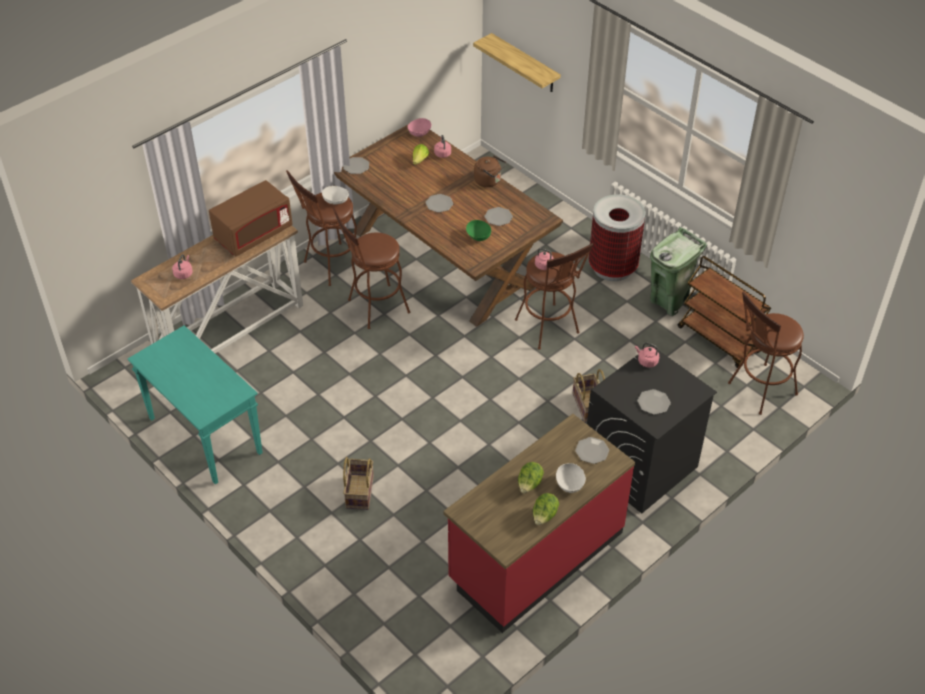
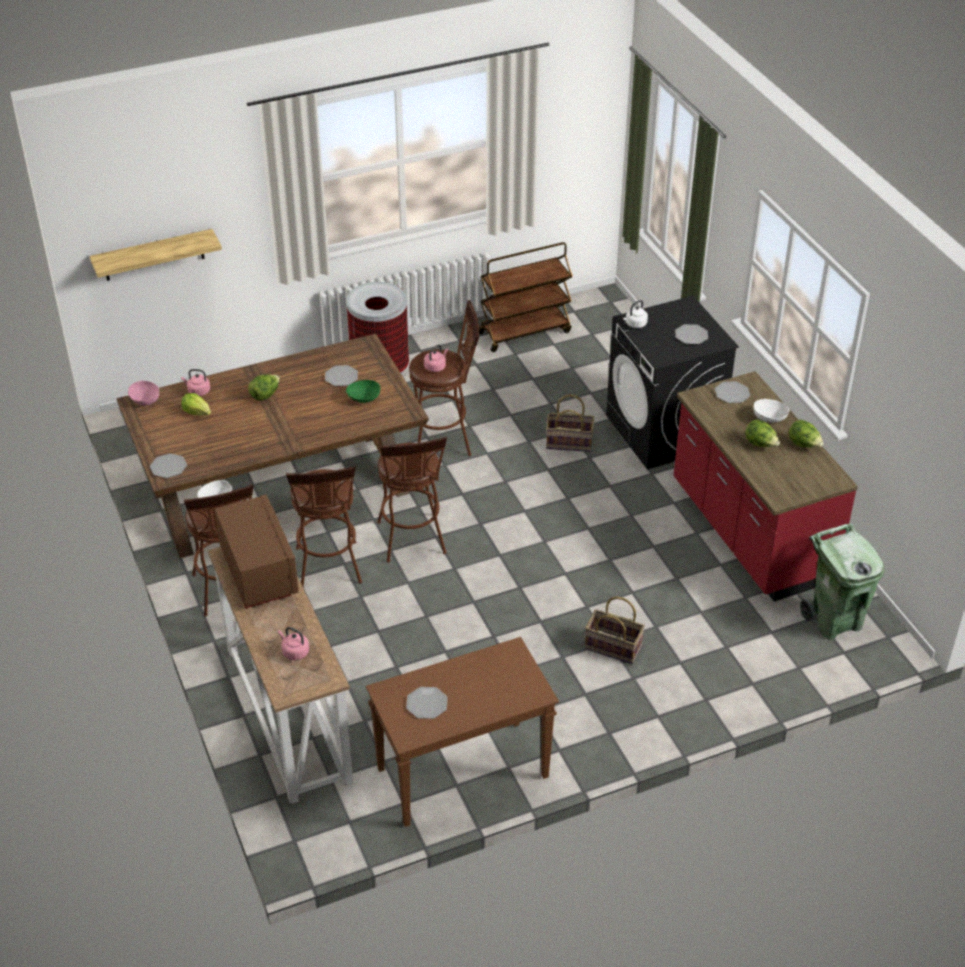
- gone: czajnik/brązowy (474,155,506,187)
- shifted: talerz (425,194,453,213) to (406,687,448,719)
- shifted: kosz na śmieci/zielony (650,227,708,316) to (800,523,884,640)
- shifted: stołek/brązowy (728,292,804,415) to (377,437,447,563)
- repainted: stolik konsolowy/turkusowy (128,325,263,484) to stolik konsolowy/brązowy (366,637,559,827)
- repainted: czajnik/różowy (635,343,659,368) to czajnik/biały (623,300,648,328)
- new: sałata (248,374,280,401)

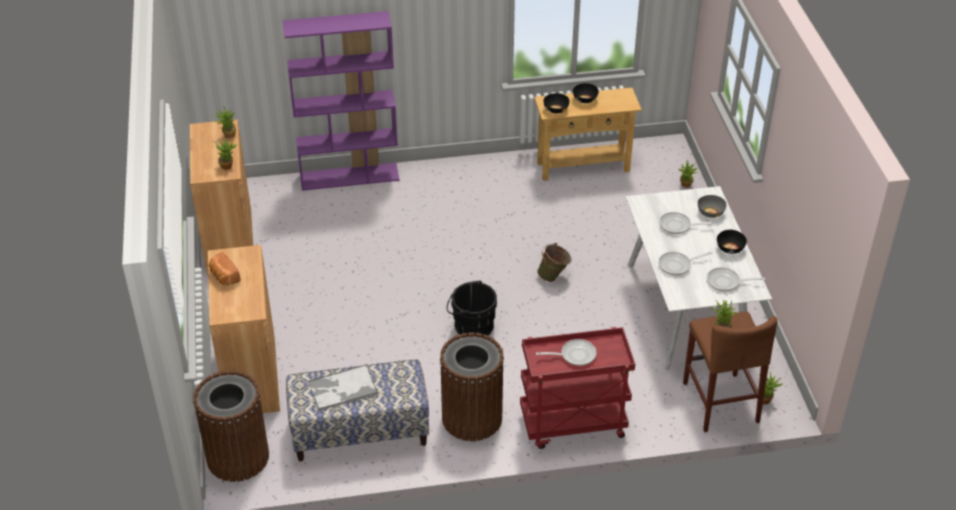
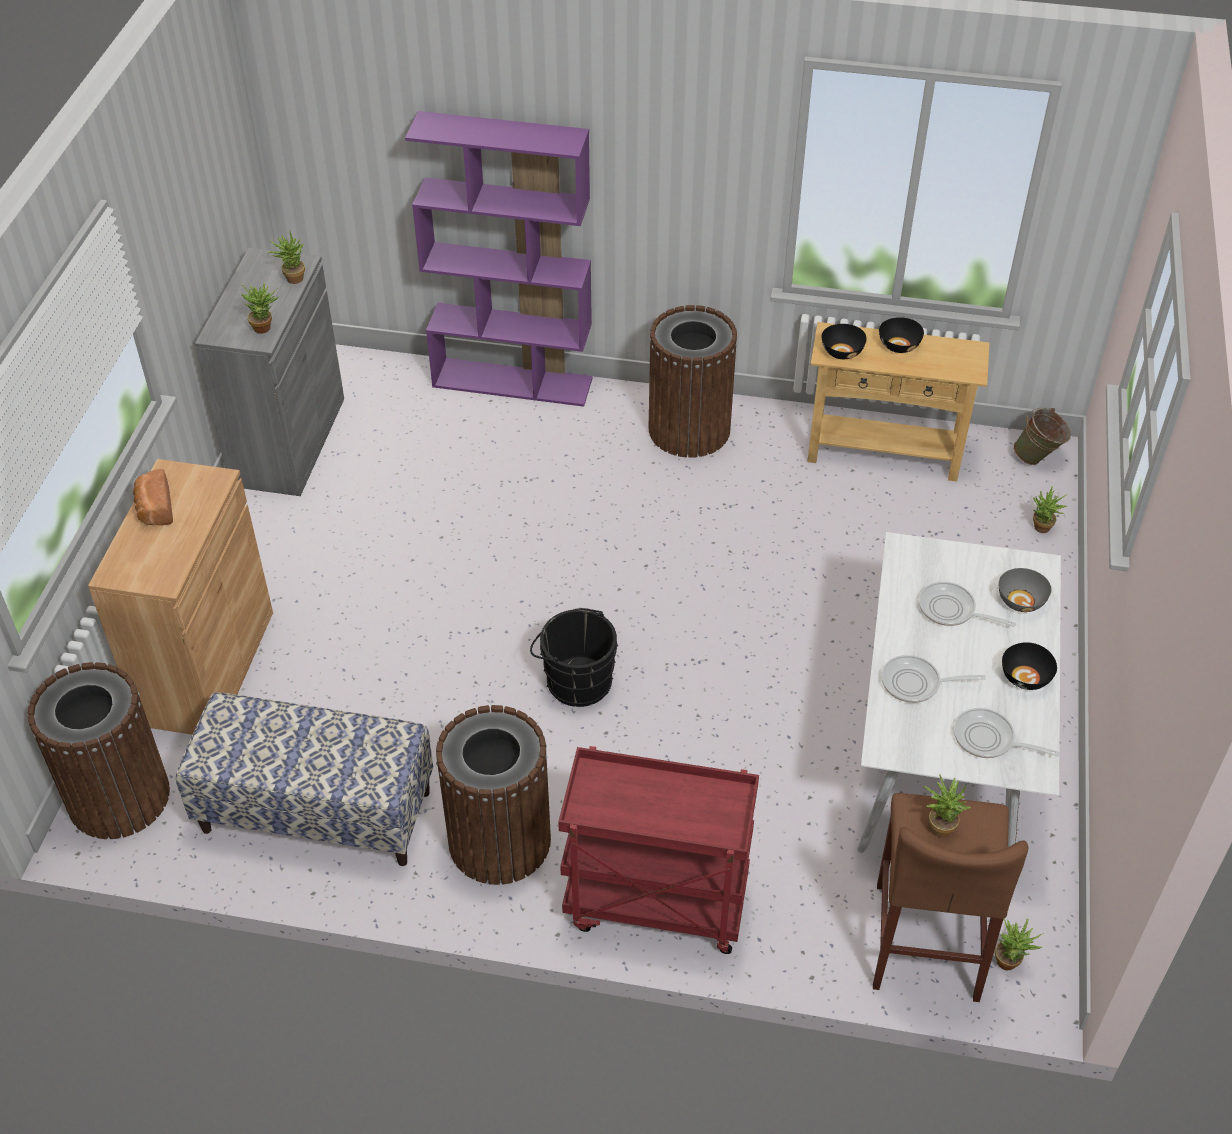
- repainted: szafka/brązowy (190,119,253,275) to szafka/szary (195,248,344,496)
- shifted: wiadro/zielony (537,243,571,282) to (1013,408,1071,465)
- gone: patelnia (536,339,596,366)
- gone: taca (308,365,378,411)
- new: kosz na śmieci/brązowy (648,305,737,458)

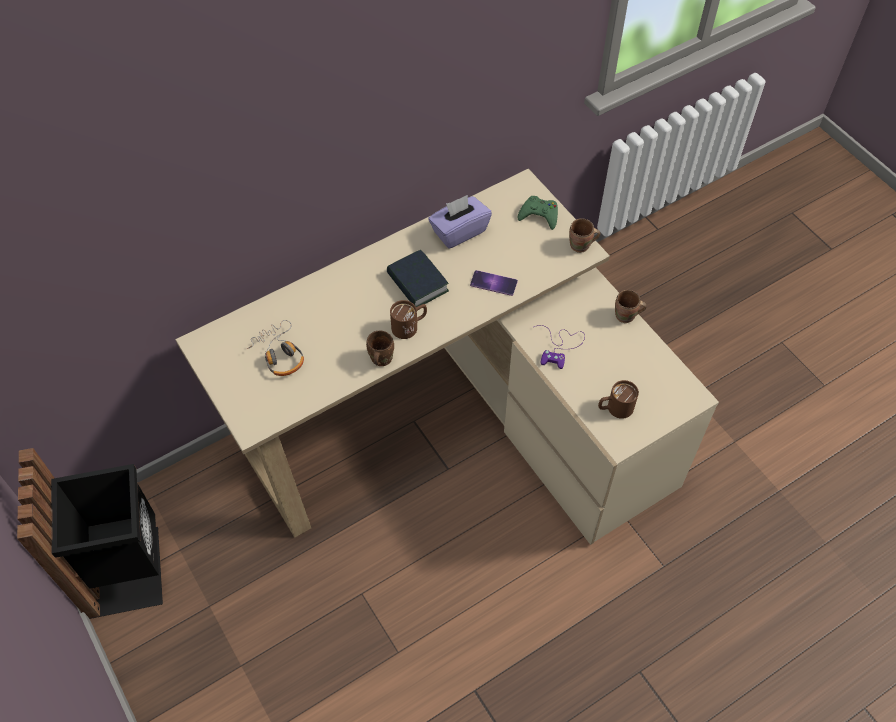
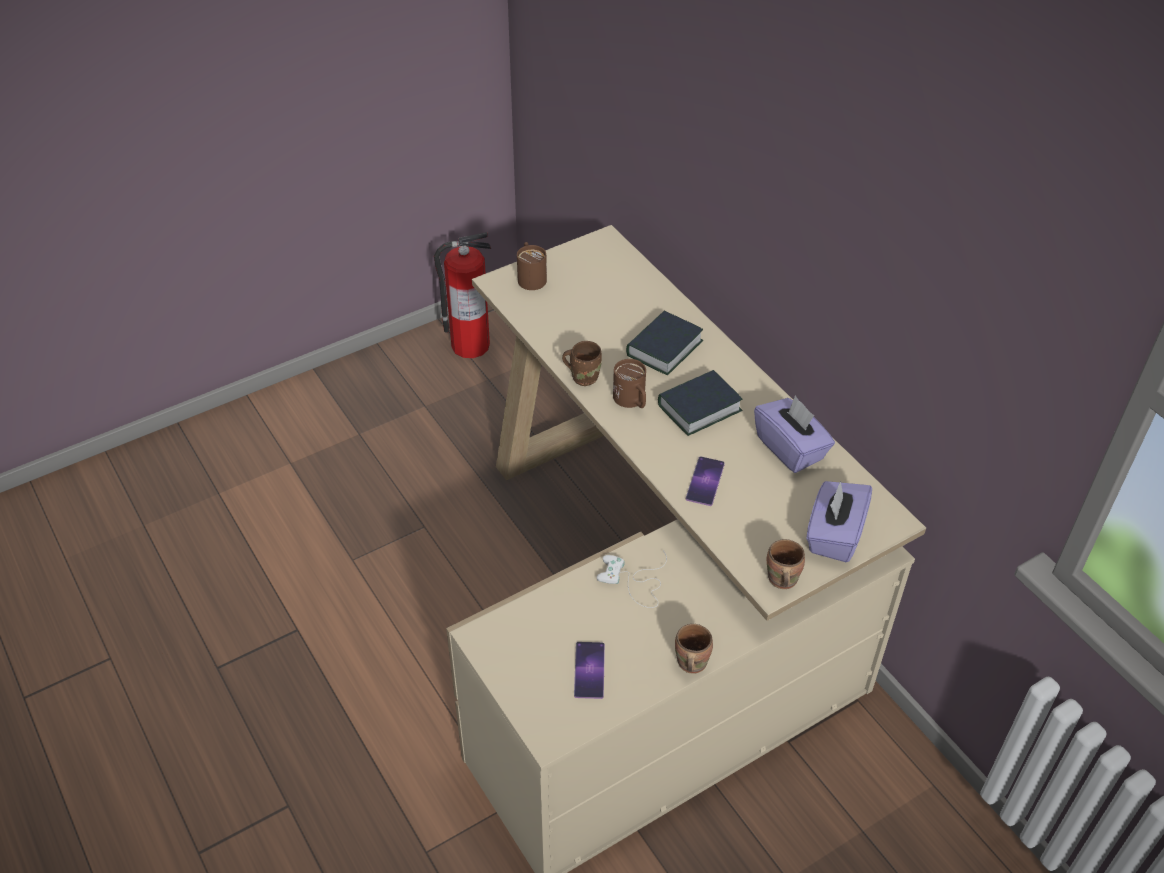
- swapped: pad do gier/zielony (517,196,558,230) to pudełko chusteczek/fioletowy (806,481,872,562)
- gone: słuchawki (247,320,304,376)
- repainted: pad do gier/fioletowy (534,325,585,369) to pad do gier/biały (597,550,667,608)
- shifted: kubek/brązowy (598,380,639,419) to (517,242,547,290)
- swapped: kosz na śmieci/czarny (17,448,163,619) to gaśnica (434,232,491,358)
- new: książka (626,311,703,375)
- new: telefon (574,642,605,699)

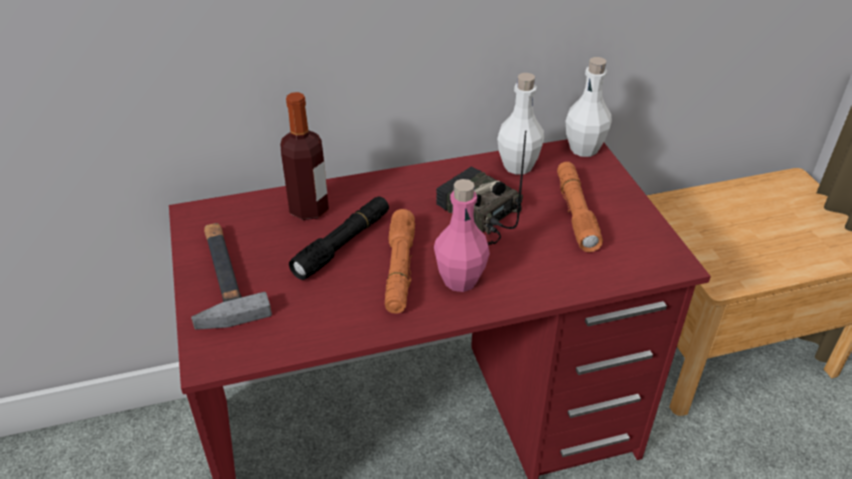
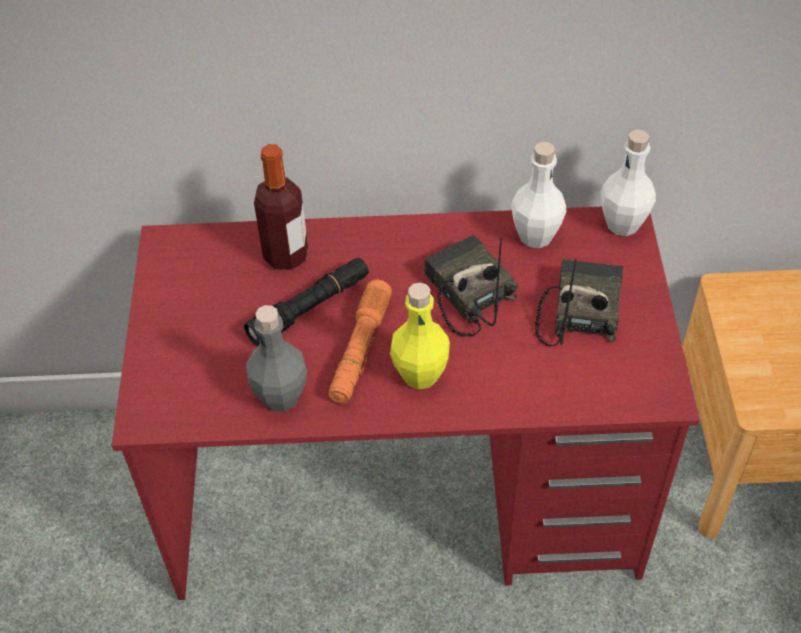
- swapped: latarka/pomarańczowy (557,162,603,252) to radio (535,259,623,346)
- repainted: butelka/różowy (434,179,490,292) to butelka/żółty (390,283,450,390)
- gone: młotek (191,223,272,330)
- new: butelka/szary (246,305,307,411)

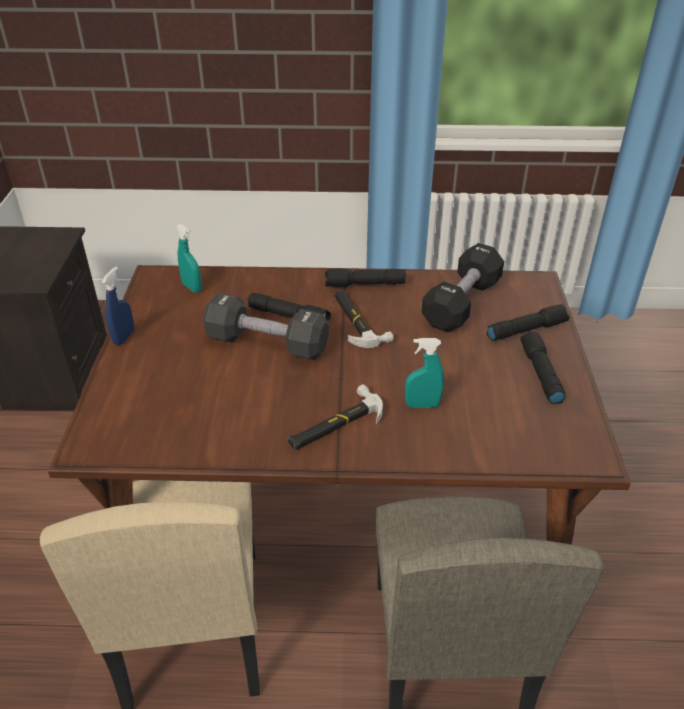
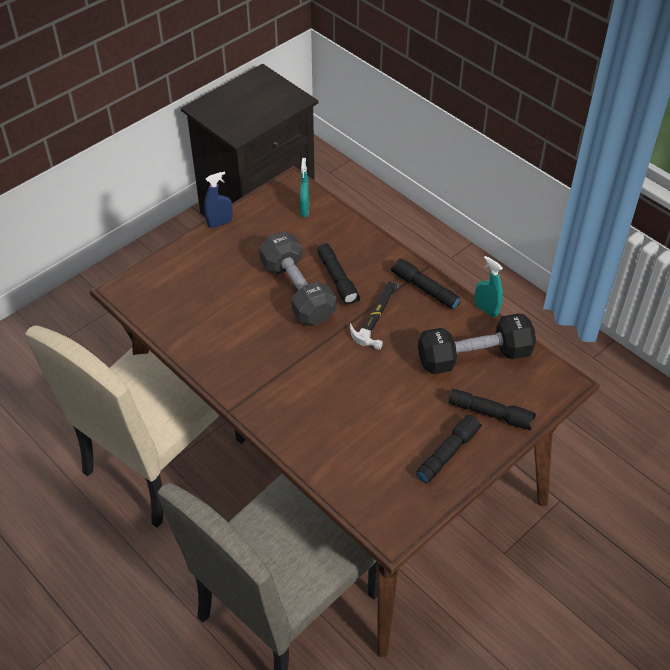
- shifted: spryskiwacz/turkusowy (405,338,444,408) to (475,256,503,317)
- gone: młotek (288,385,383,450)

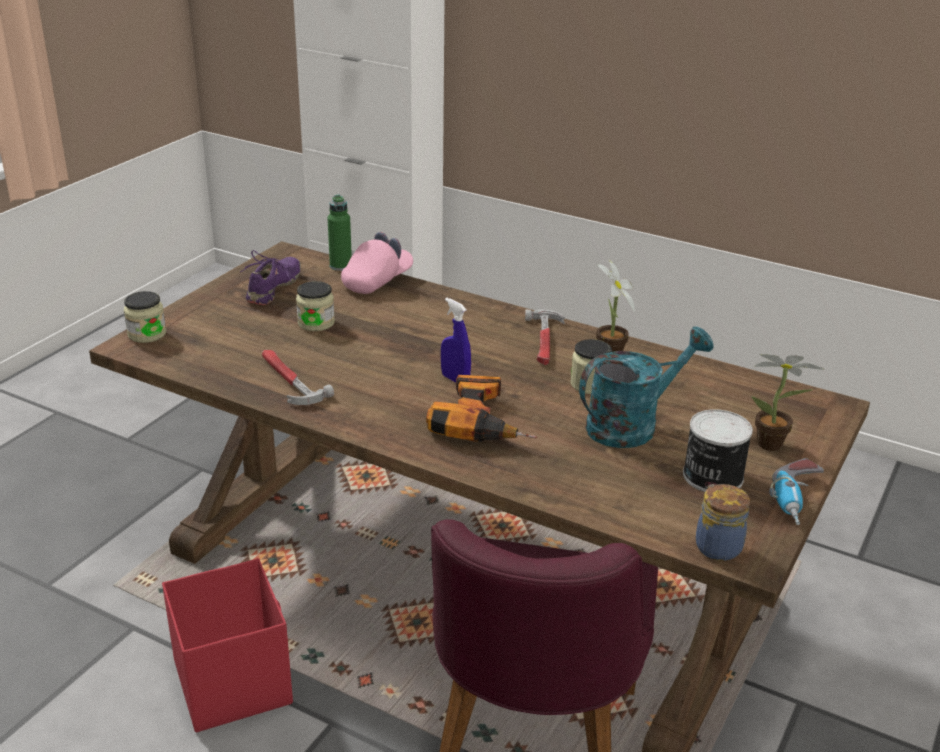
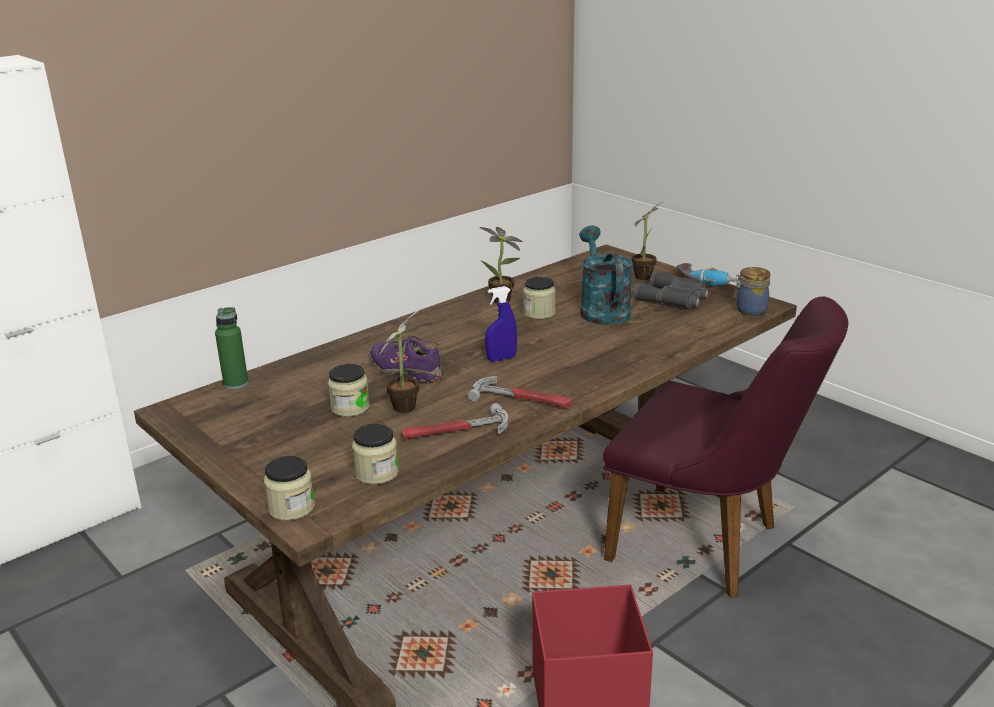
- gone: czapka z daszkiem/różowy (341,232,413,294)
- shifted: but/fioletowy (240,250,301,305) to (370,336,443,383)
- shifted: młotek (525,309,565,365) to (468,376,572,408)
- gone: wiertarka (426,375,537,442)
- swapped: puszka (683,409,753,492) to lornetka/szary (634,270,709,308)
- new: roślina doniczkowa (380,310,419,413)
- new: słoik (352,424,399,485)

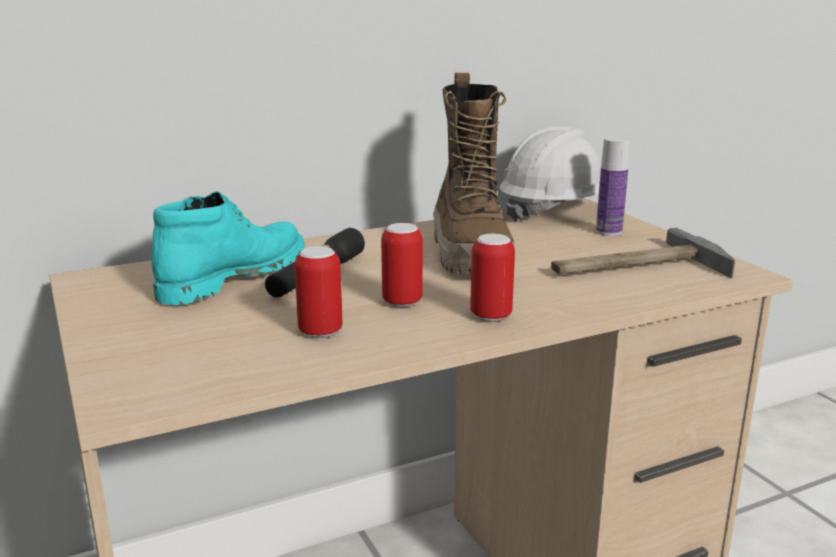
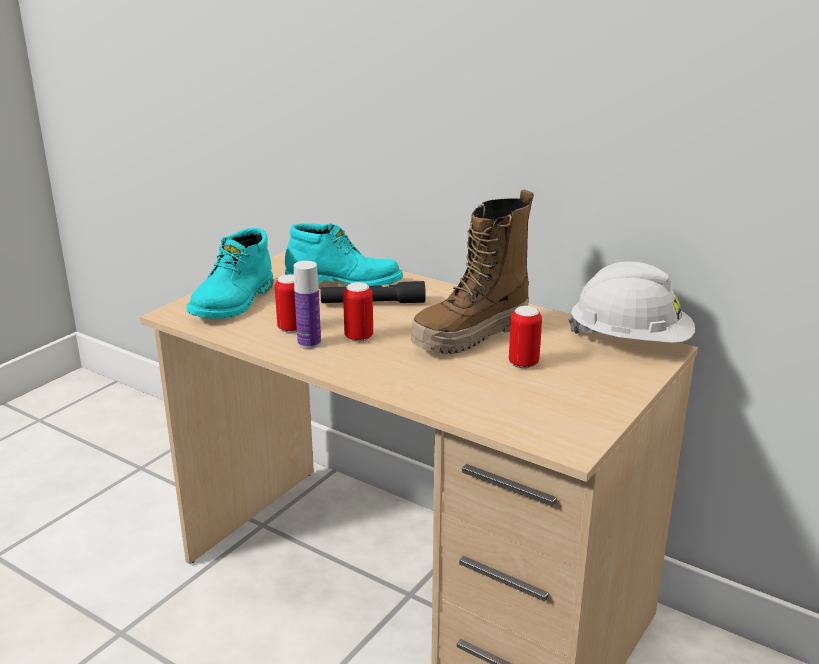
- shifted: butelka (596,137,630,236) to (294,261,321,349)
- gone: młotek (551,228,735,278)
- shifted: puszka (470,234,515,322) to (509,306,542,368)
- new: but z cholewką/turkusowy (187,228,273,319)

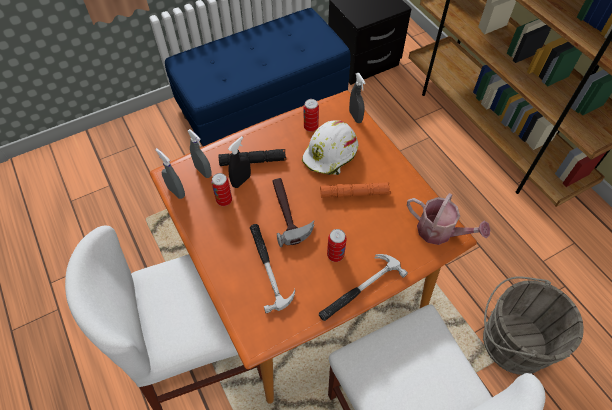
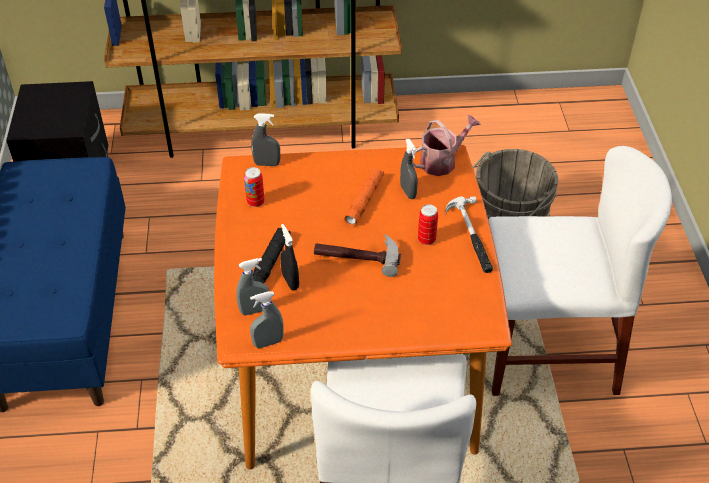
- gone: kask/biały (302,120,358,175)
- gone: puszka (211,173,232,206)
- gone: młotek (250,224,295,313)
- new: spryskiwacz/szary (400,139,418,199)

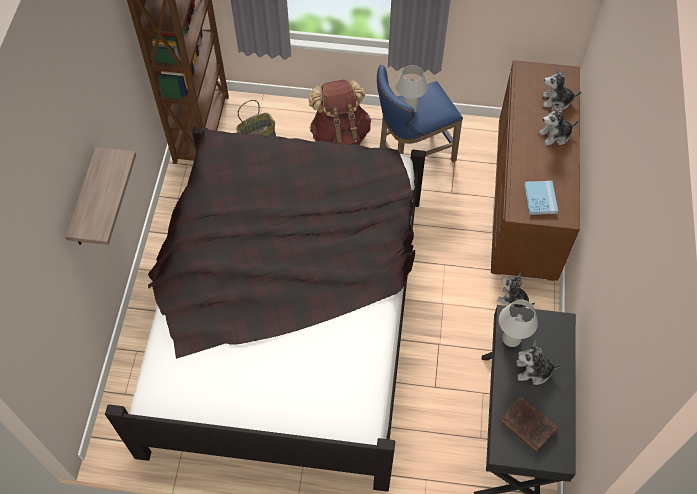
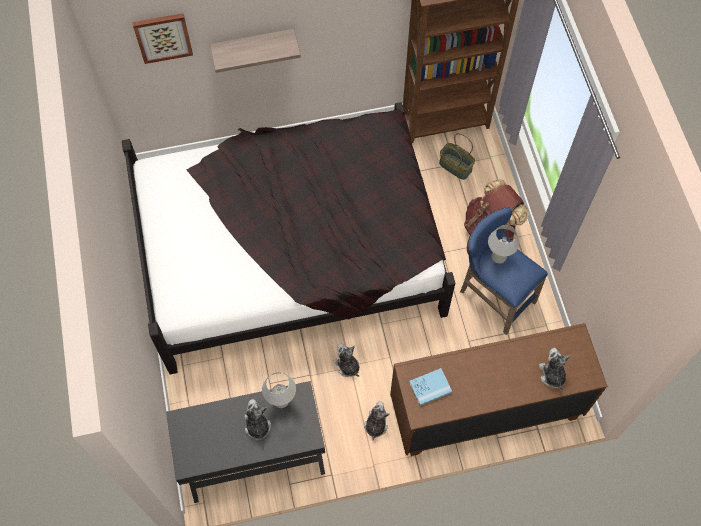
- shifted: pluszak (539,104,579,146) to (334,343,359,377)
- gone: książka/brązowy (500,396,558,452)
- new: obraz (132,13,193,64)

